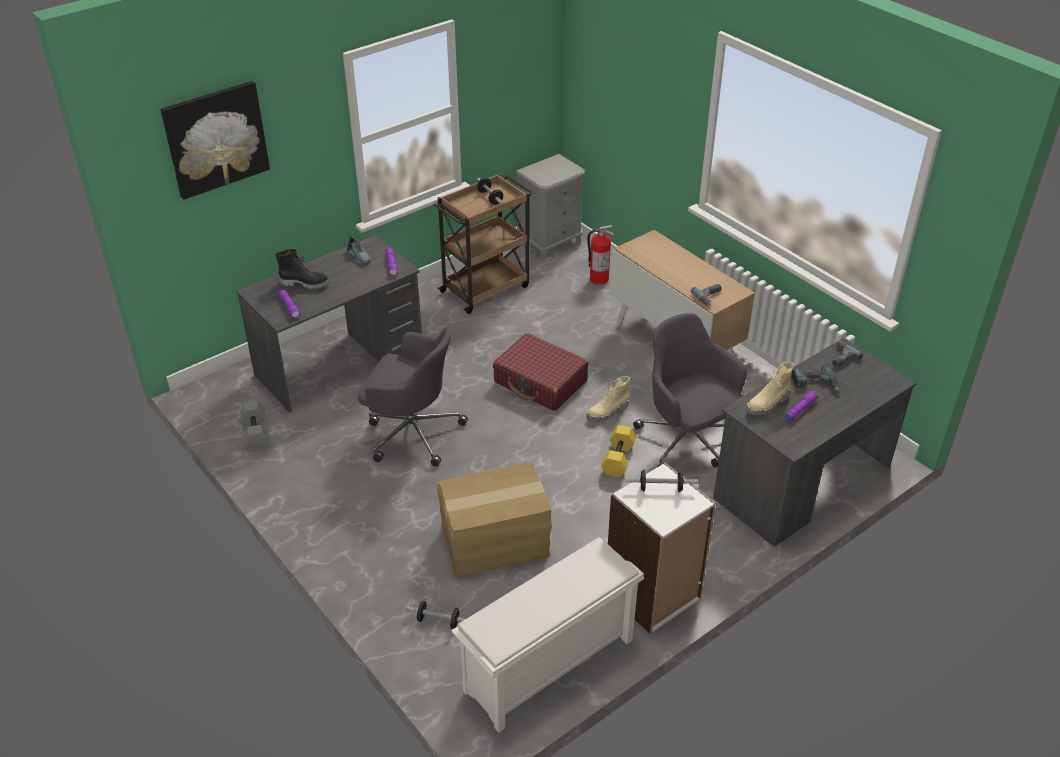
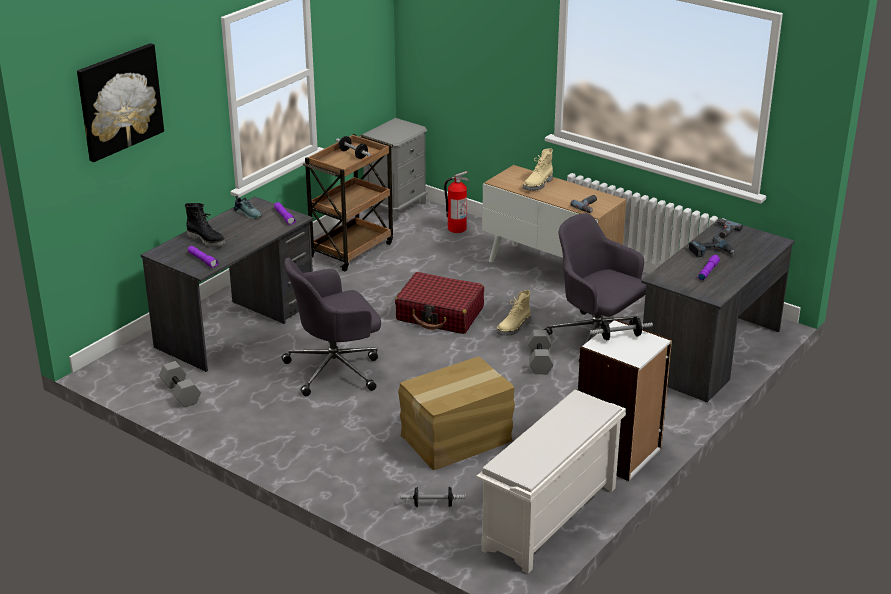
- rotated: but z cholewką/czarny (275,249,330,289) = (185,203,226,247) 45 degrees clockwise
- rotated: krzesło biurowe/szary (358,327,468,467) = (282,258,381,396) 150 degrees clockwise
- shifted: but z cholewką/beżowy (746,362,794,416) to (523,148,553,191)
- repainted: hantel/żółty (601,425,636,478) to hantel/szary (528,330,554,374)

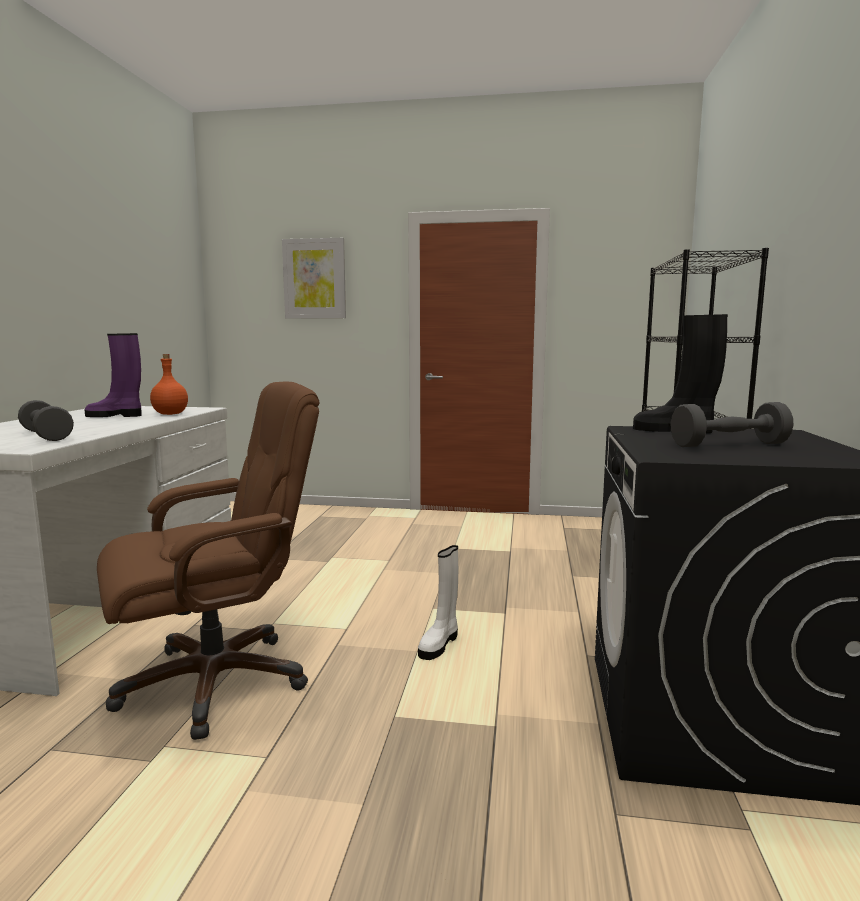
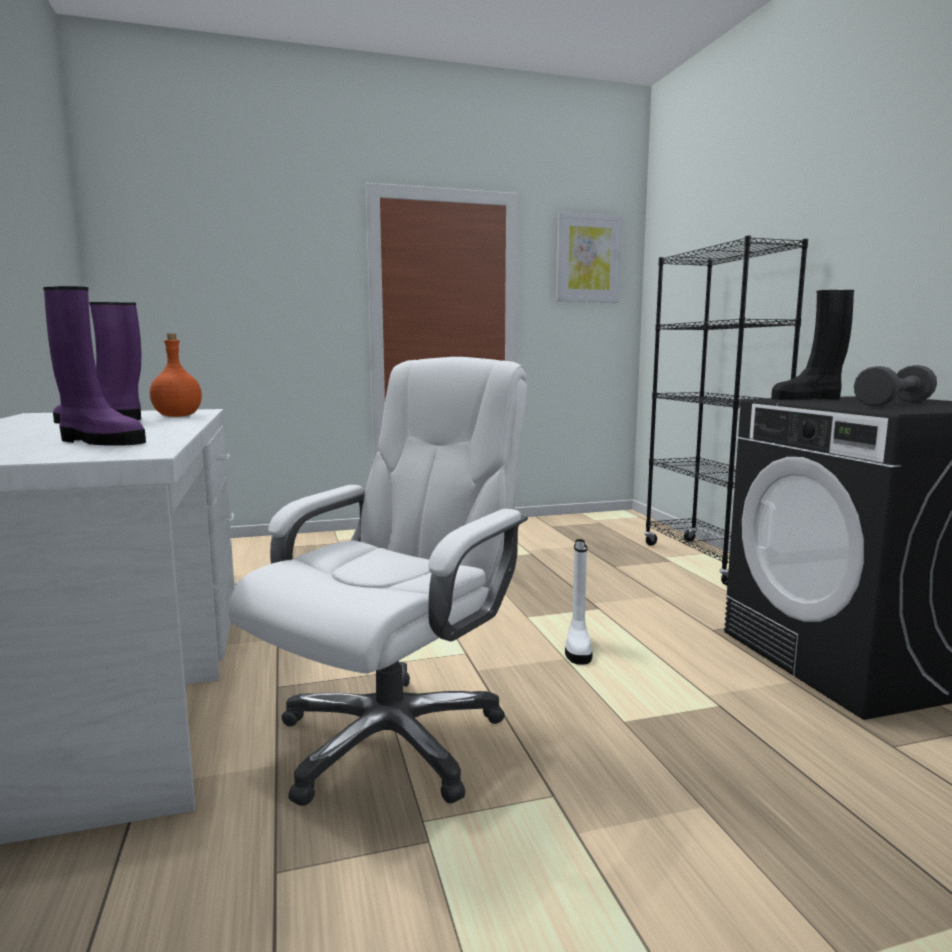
- shifted: obraz (282,238,346,319) to (556,212,622,302)
- repainted: krzesło biurowe/brązowy (97,382,320,740) to krzesło biurowe/biały (228,357,528,806)
- swapped: hantel/szary (18,400,74,441) to but z cholewką/fioletowy (43,286,146,446)

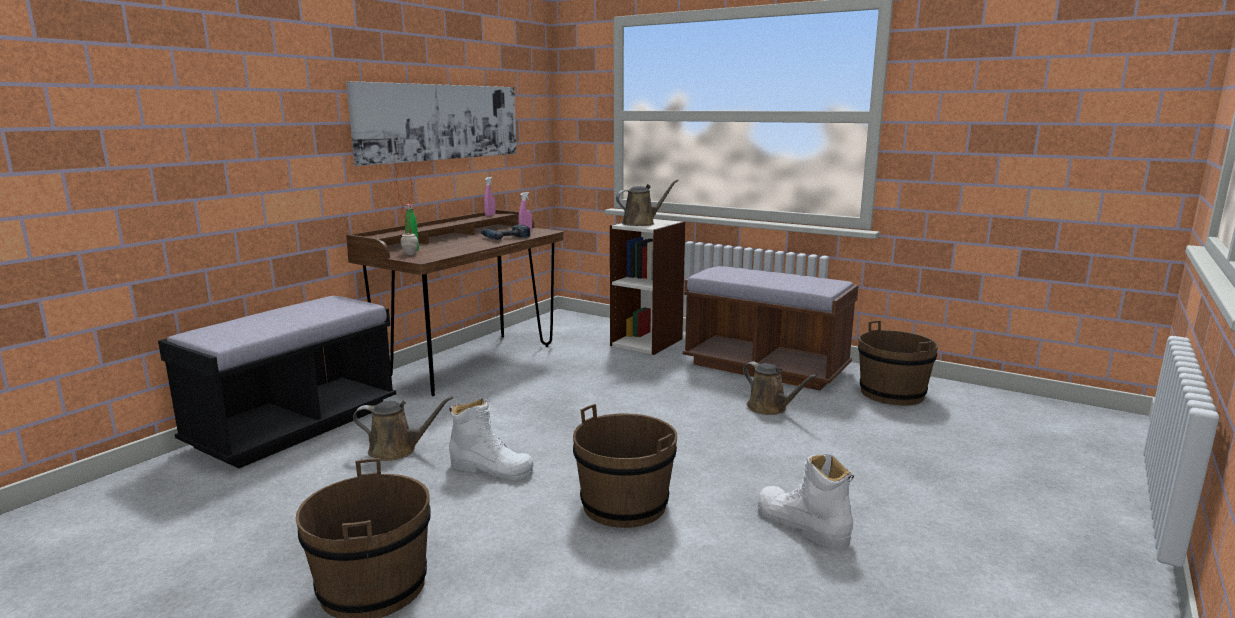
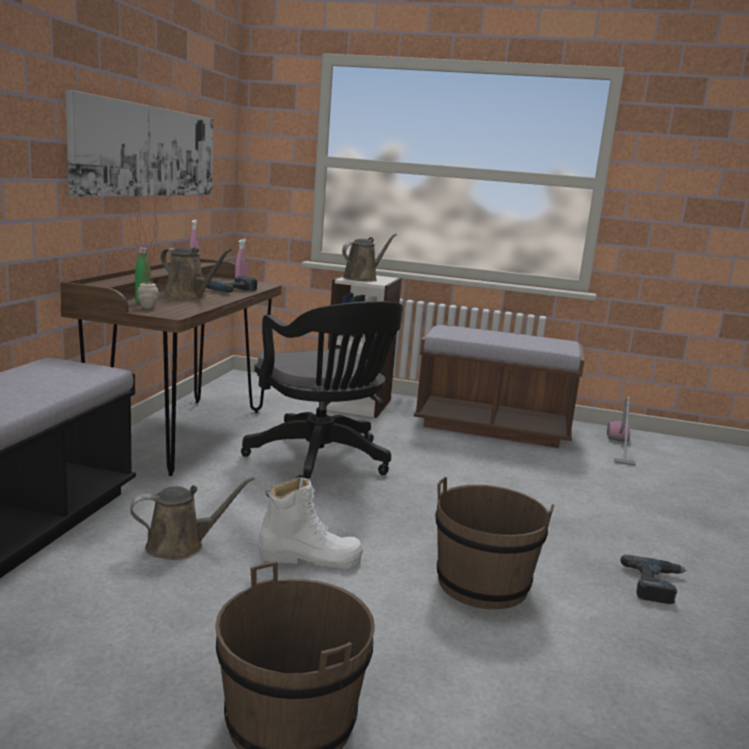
- swapped: wiadro/brązowy (858,321,938,406) to odkurzacz (607,397,636,466)
- shifted: konewka/brązowy (743,362,817,415) to (160,247,232,300)
- swapped: but z cholewką/biały (757,454,854,550) to wiertarka (621,555,687,604)
- new: krzesło biurowe/czarny (241,301,403,479)

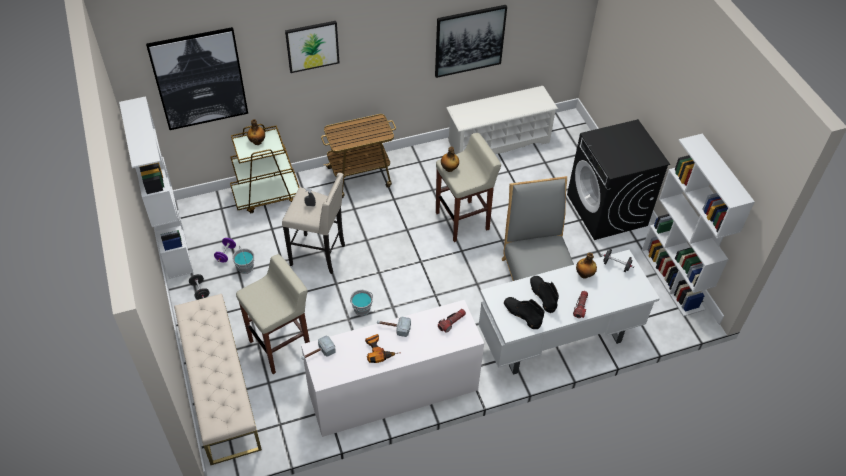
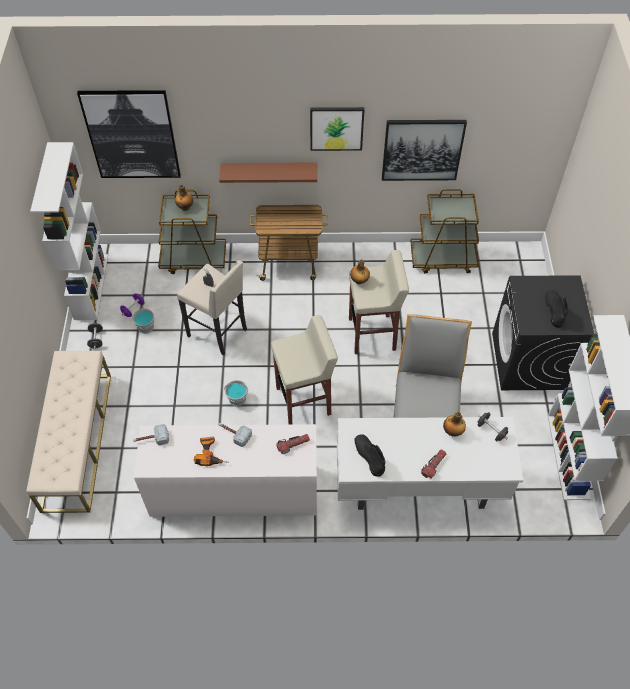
- shifted: obraz (285,21,339,73) to (310,107,365,151)
- swapped: regał na buty/biały (447,86,558,154) to wózek/brązowy (410,189,479,274)
- shifted: stołek/beżowy (236,254,310,374) to (271,315,338,425)
- shifted: but z cholewką/czarny (530,276,559,313) to (545,290,568,328)
- new: półka/brązowy (219,162,317,183)

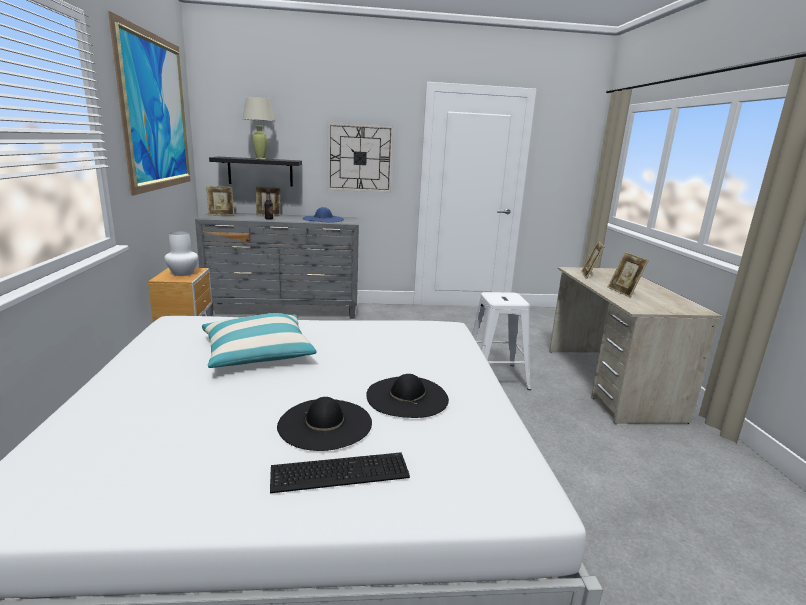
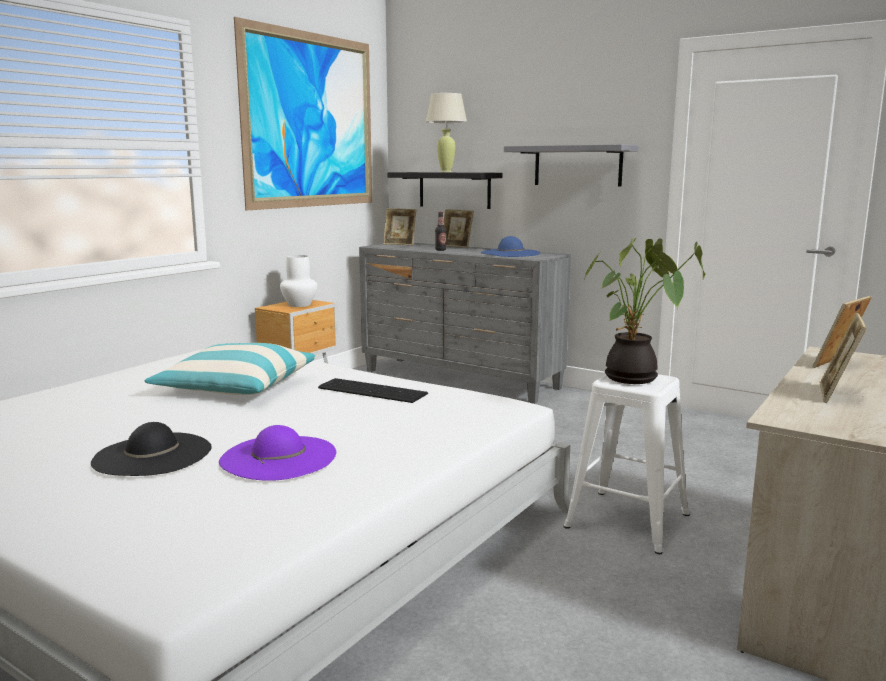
- swapped: zegar ścienny (328,122,394,193) to półka/szary (504,144,638,186)
- repainted: kapelusz/czarny (366,374,449,418) to kapelusz/fioletowy (219,425,336,481)
- shifted: klawiatura (270,452,410,493) to (318,378,428,403)
- new: roślina doniczkowa (585,238,705,384)

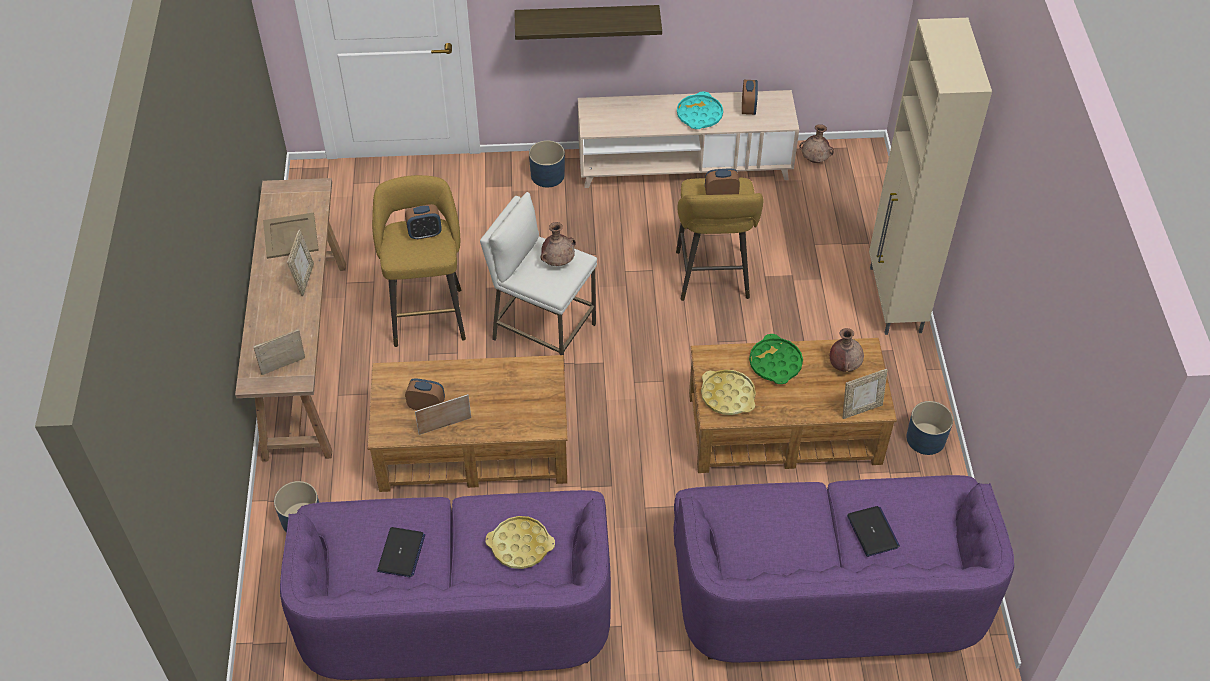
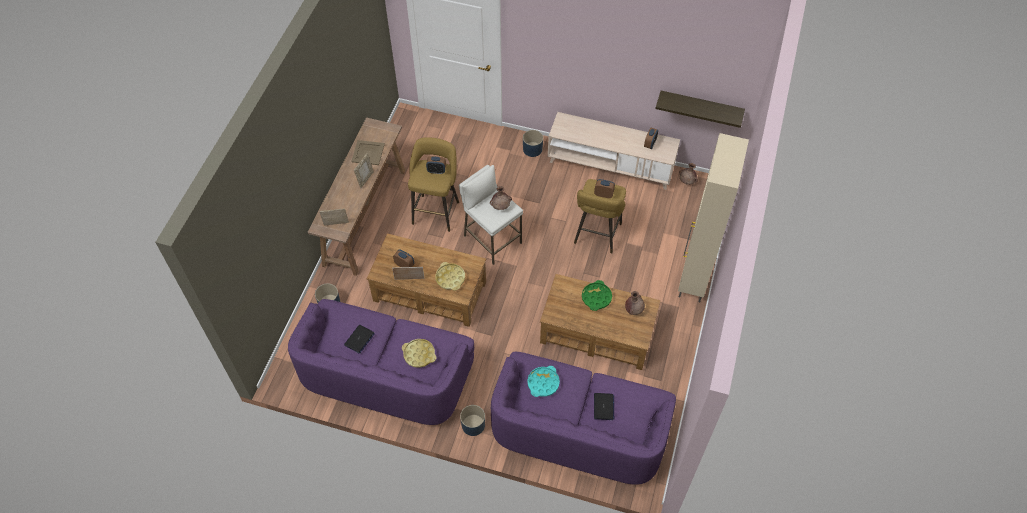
- shifted: półka (514,5,662,40) to (656,91,745,128)
- shifted: taca/turkusowy (677,91,723,129) to (527,366,560,397)
- gone: ramka na zdjęcie (843,369,888,419)
- shifted: taca/żółty (701,370,756,415) to (435,262,465,290)
- shifted: donica/niebieski (906,401,953,455) to (460,405,485,436)

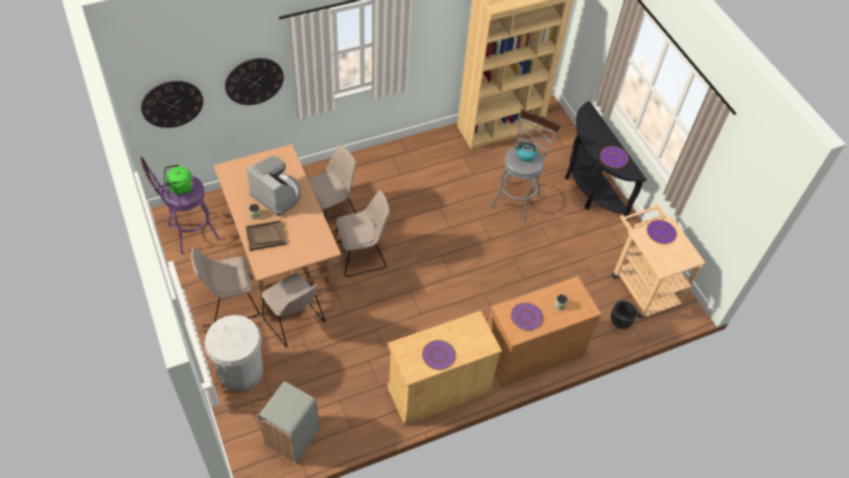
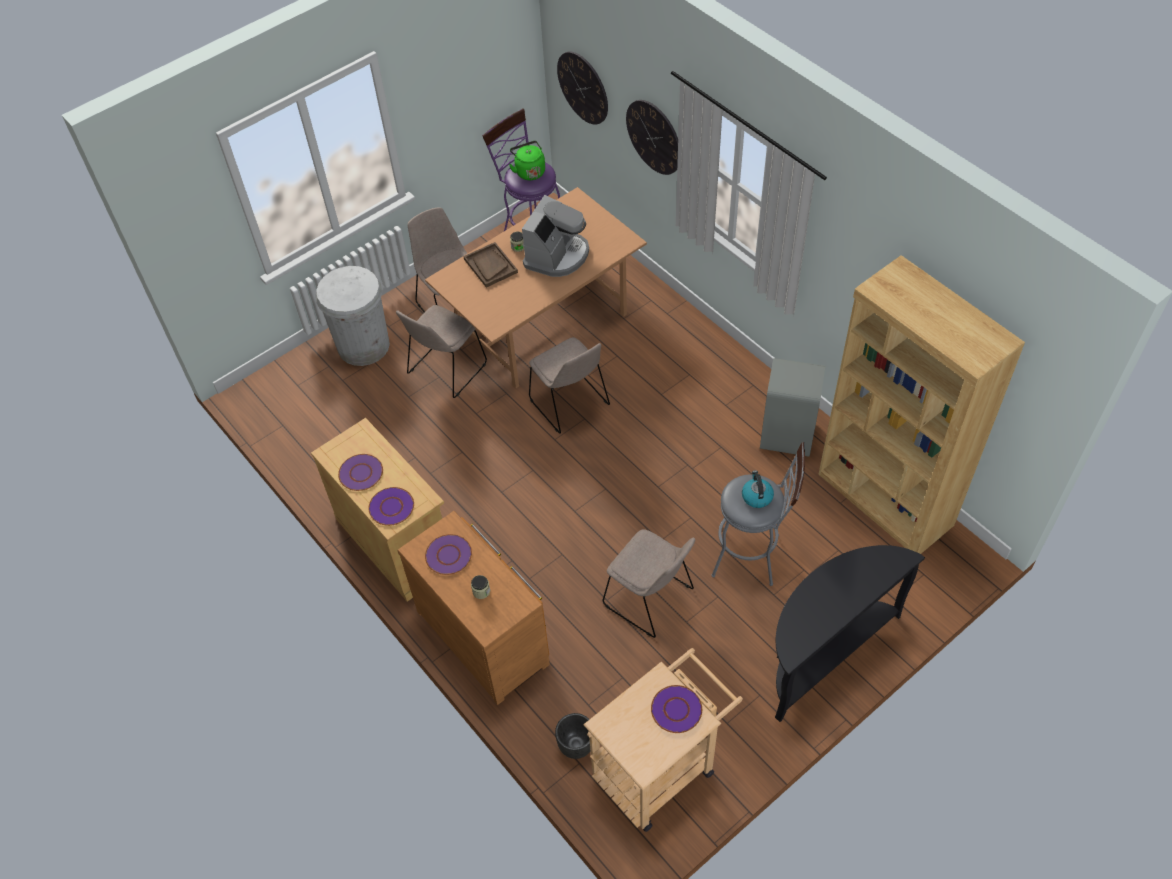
- shifted: krzesło/beżowy (308,145,356,233) to (602,529,695,638)
- shifted: talerz/fioletowy (600,147,628,168) to (369,487,414,526)
- shifted: kosz na śmieci/szary (258,381,320,464) to (760,358,825,457)

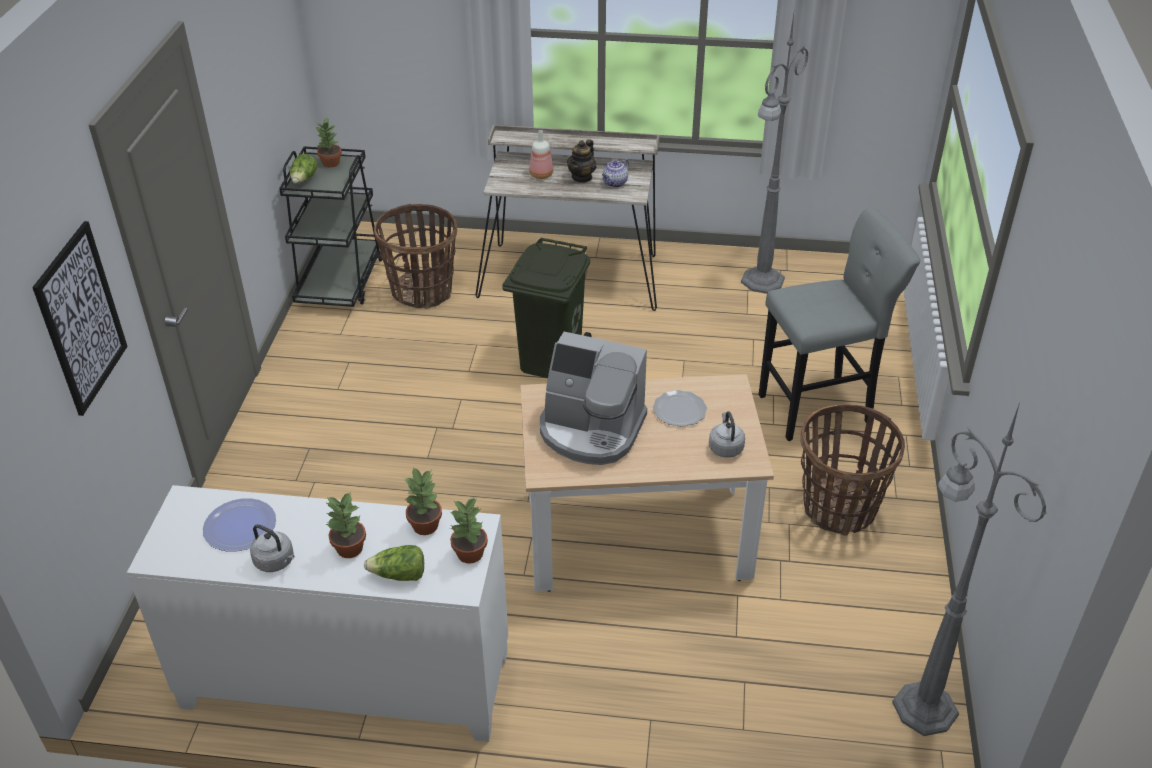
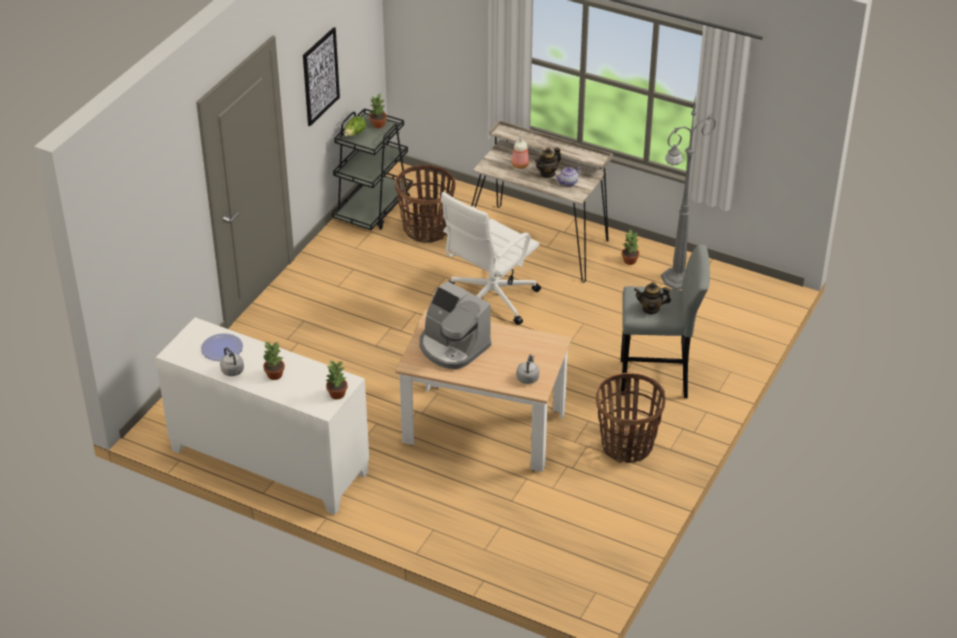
- shifted: obraz (32,221,128,416) to (303,27,340,126)
- swapped: kosz na śmieci/zielony (502,237,591,378) to krzesło biurowe/biały (441,192,541,325)
- gone: talerz (653,390,707,427)
- gone: lampa stojąca/szary (892,402,1046,736)
- shifted: roślina doniczkowa (404,467,442,535) to (622,229,639,265)
- gone: sałata (364,545,424,581)
- new: imbryk (634,282,671,314)

